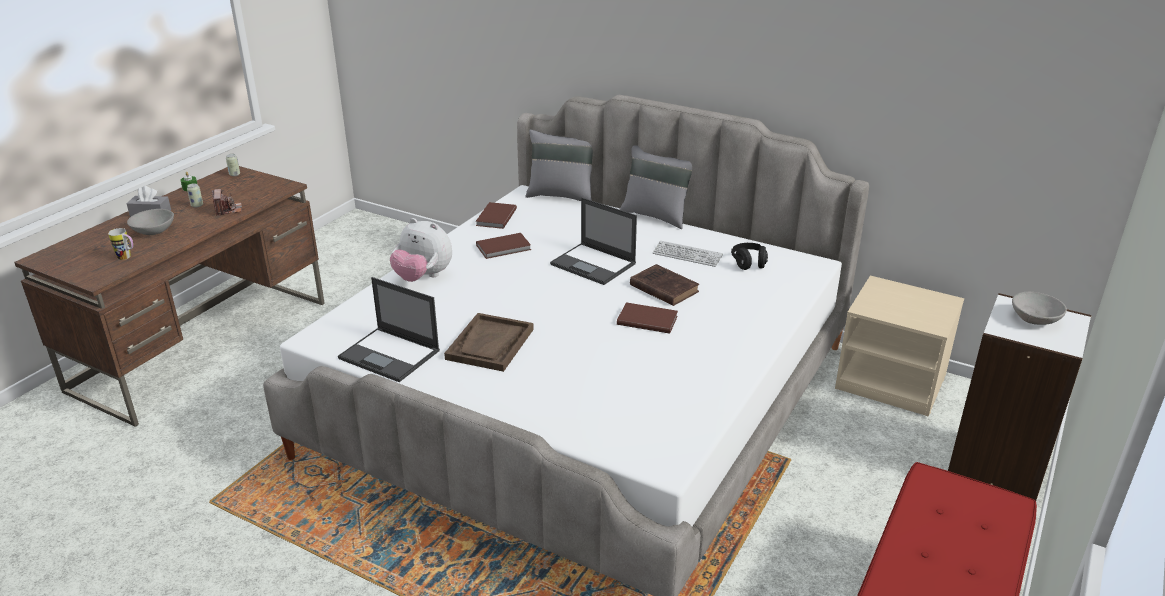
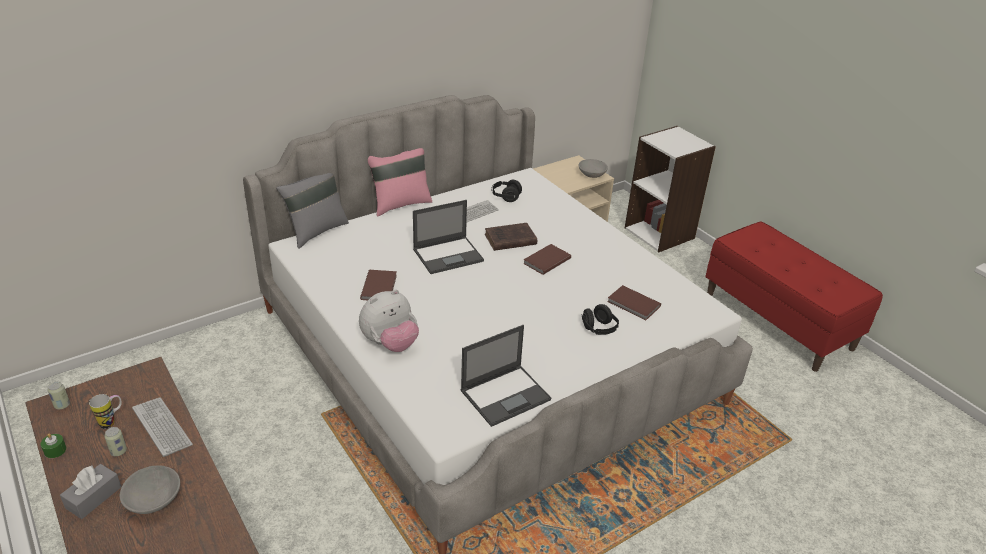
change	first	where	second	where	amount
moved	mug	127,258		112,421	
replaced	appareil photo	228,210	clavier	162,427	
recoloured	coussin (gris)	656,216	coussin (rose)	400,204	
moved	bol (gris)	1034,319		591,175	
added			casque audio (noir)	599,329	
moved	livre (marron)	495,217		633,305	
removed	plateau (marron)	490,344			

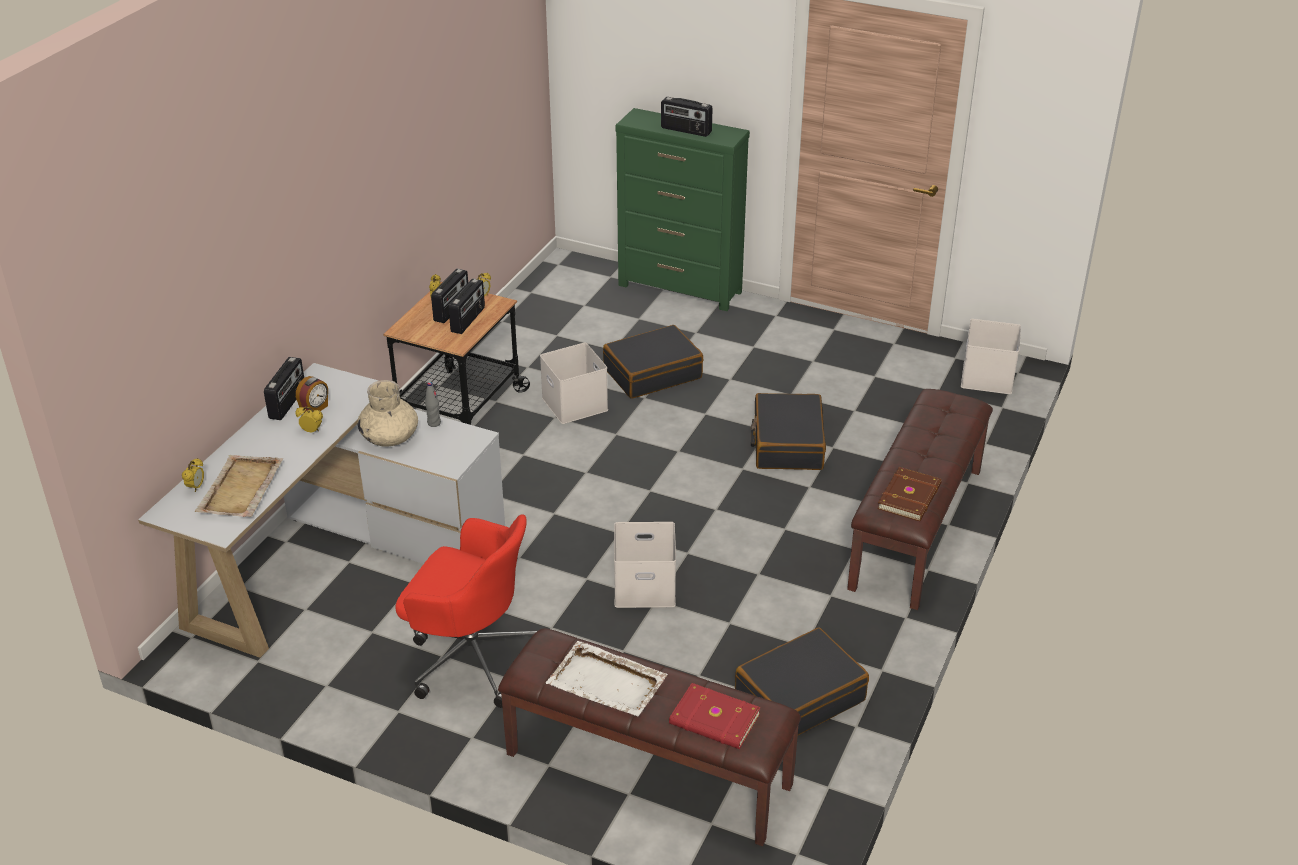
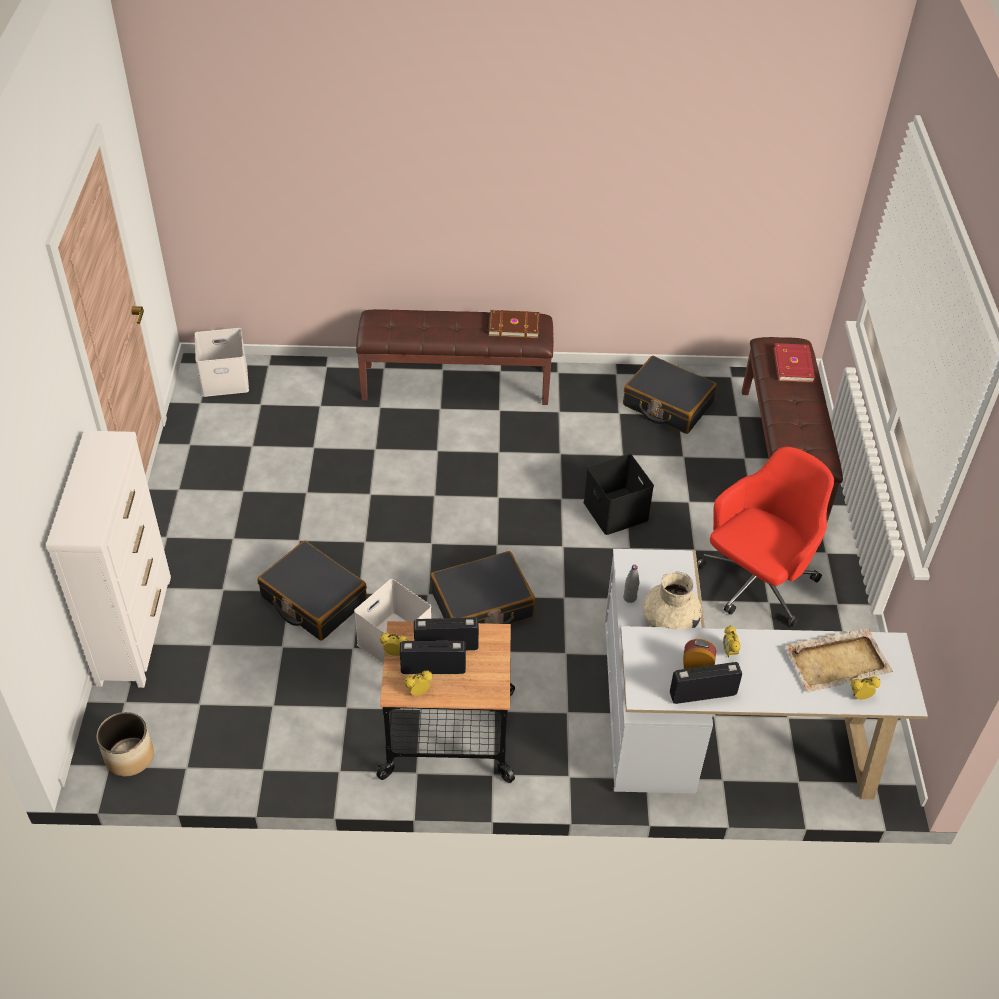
change	first	where	second	where	amount
recoloured	commode (vert)	680,289	commode (blanc)	135,628	
added			cache-pot	130,757	
moved	valise (noir)	787,443		482,605	
recoloured	boîte de rangement (blanc)	643,588	boîte de rangement (noir)	617,511	
turned	chaise de bureau (rouge)	472,656		756,584	45 degrees clockwise
removed	plateau (blanc)	607,682			
removed	radio	686,130			

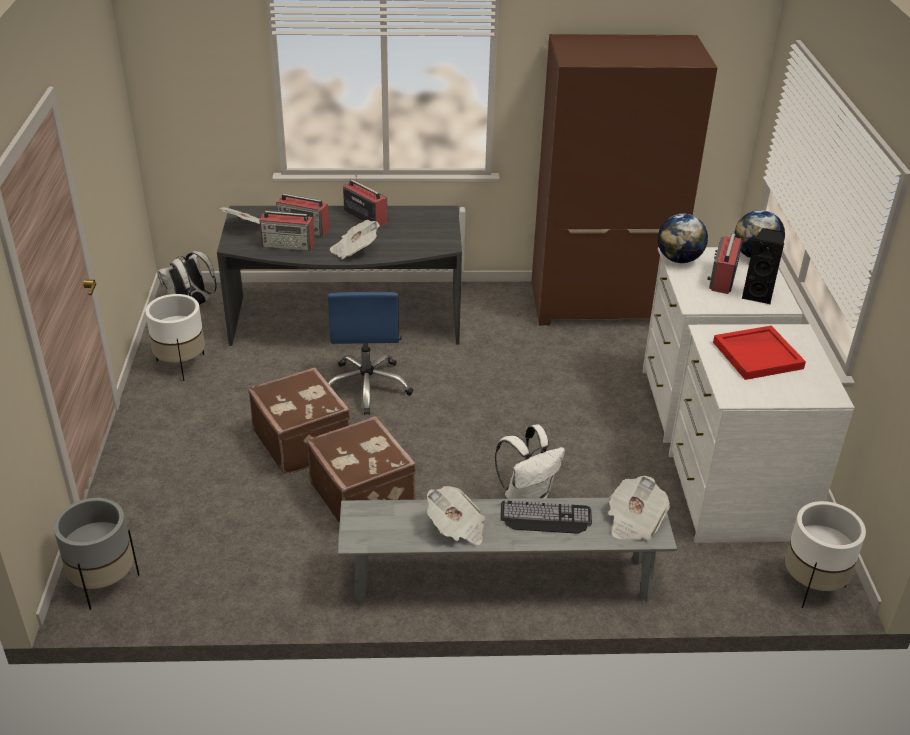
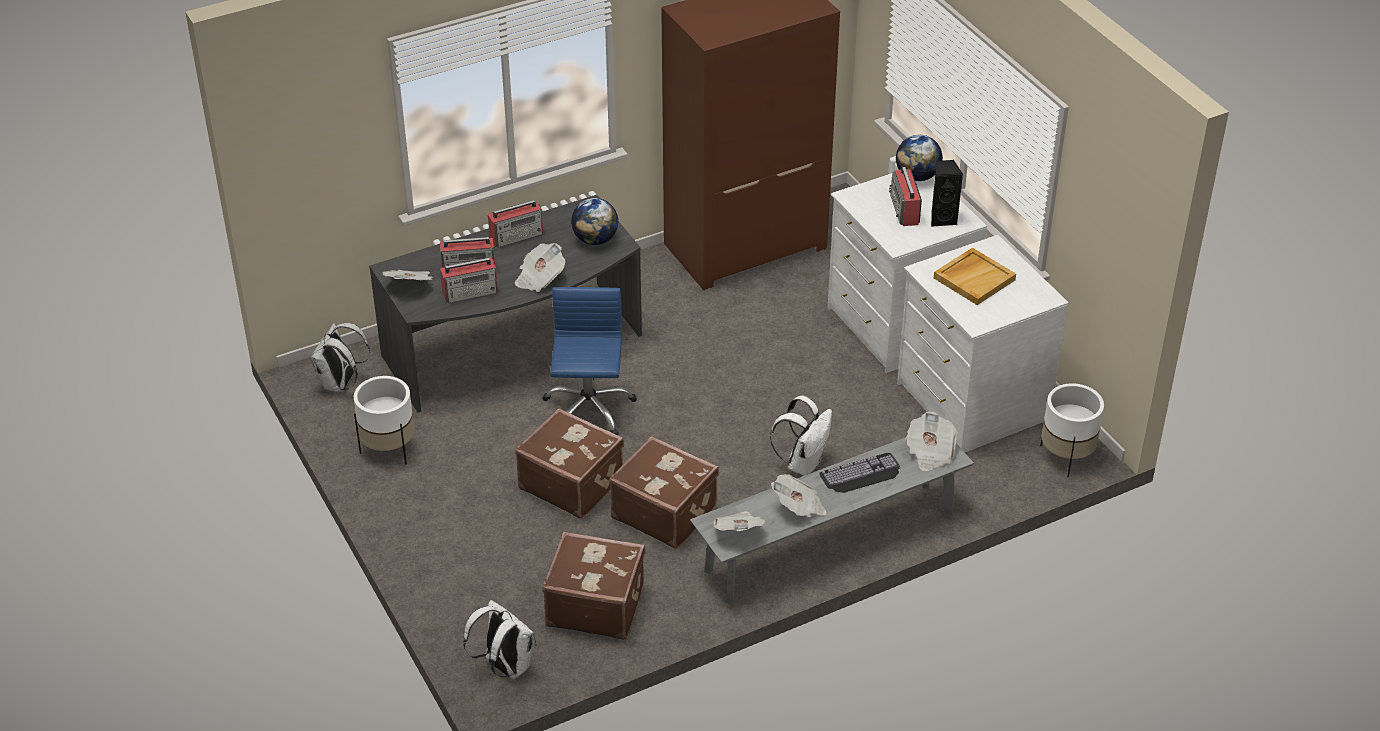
change	first	where	second	where	amount
replaced	cache-pot (gris)	104,583	sac à dos (blanc)	504,666	
turned	radio	365,216		517,236	135 degrees clockwise
turned	chaise de bureau (bleu)	367,386		588,409	150 degrees counterclockwise
added			valise (marron)	595,605	
moved	globe	678,259		595,240	
added			journal	739,531	
recoloured	plateau (rouge)	757,355	plateau (beige)	974,278	

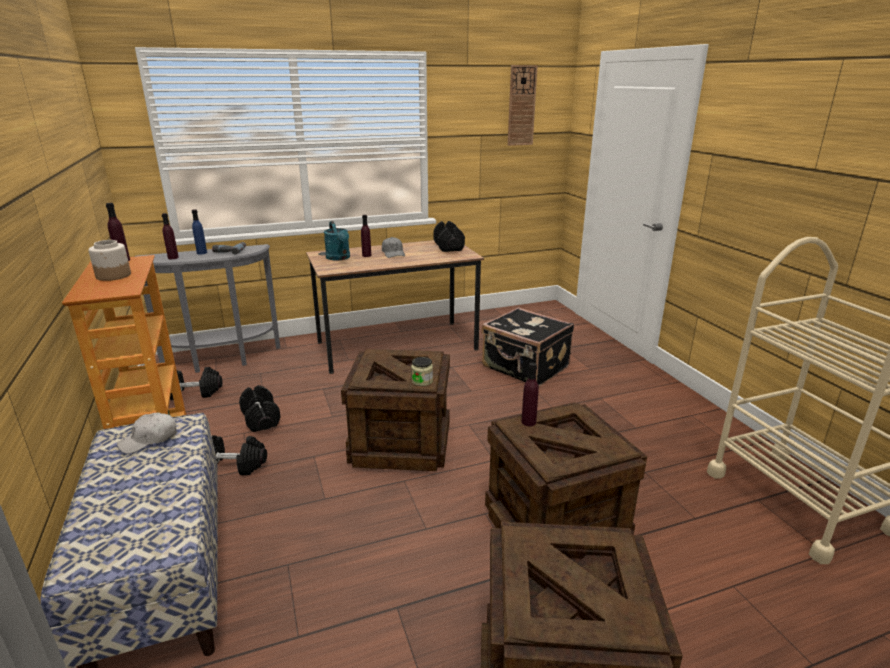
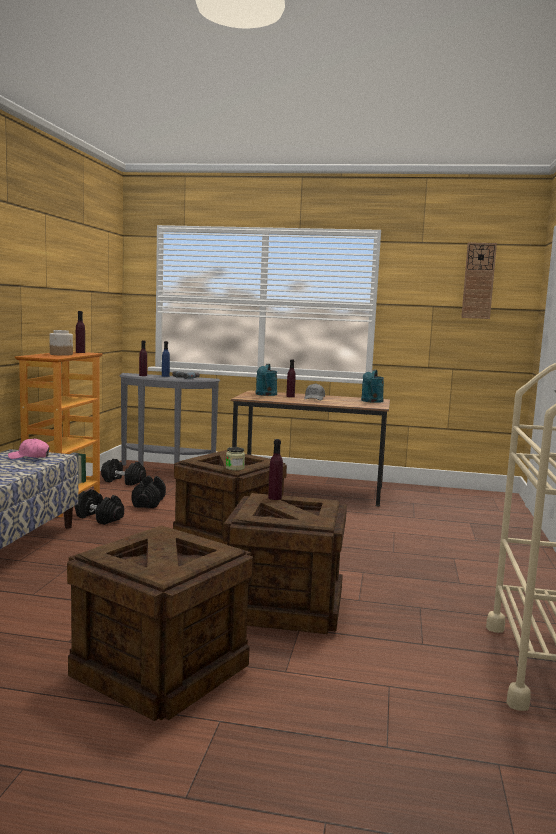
change	first	where	second	where	amount
recoloured	casquette (blanc)	149,439	casquette (rose)	29,457	
replaced	haltère (noir)	449,247	arrosoir (turquoise)	371,401	
removed	valise (noir)	525,368			

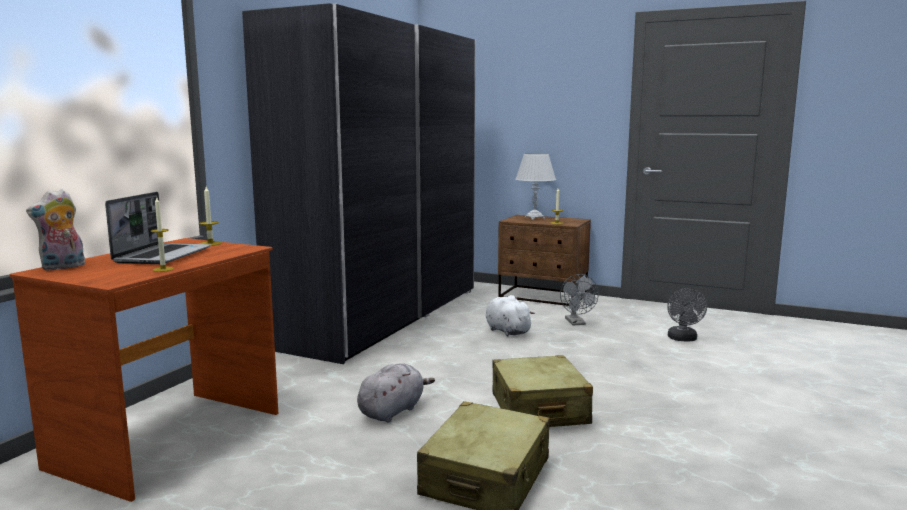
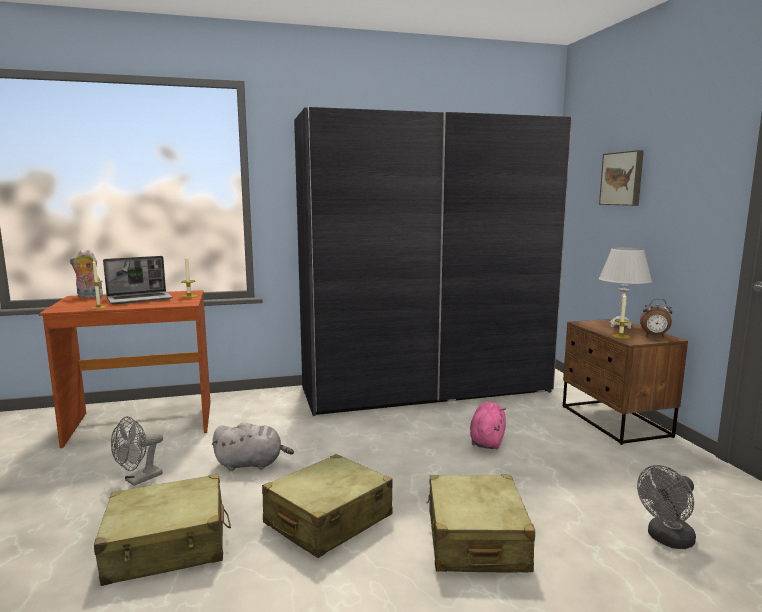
change	first	where	second	where	amount
moved	ventilateur (gris)	576,323		139,480	
added			valise (beige)	475,540	
recoloured	peluche (blanc)	506,331	peluche (rose)	487,440	
added			tableau	622,178	
added			réveil	654,336	

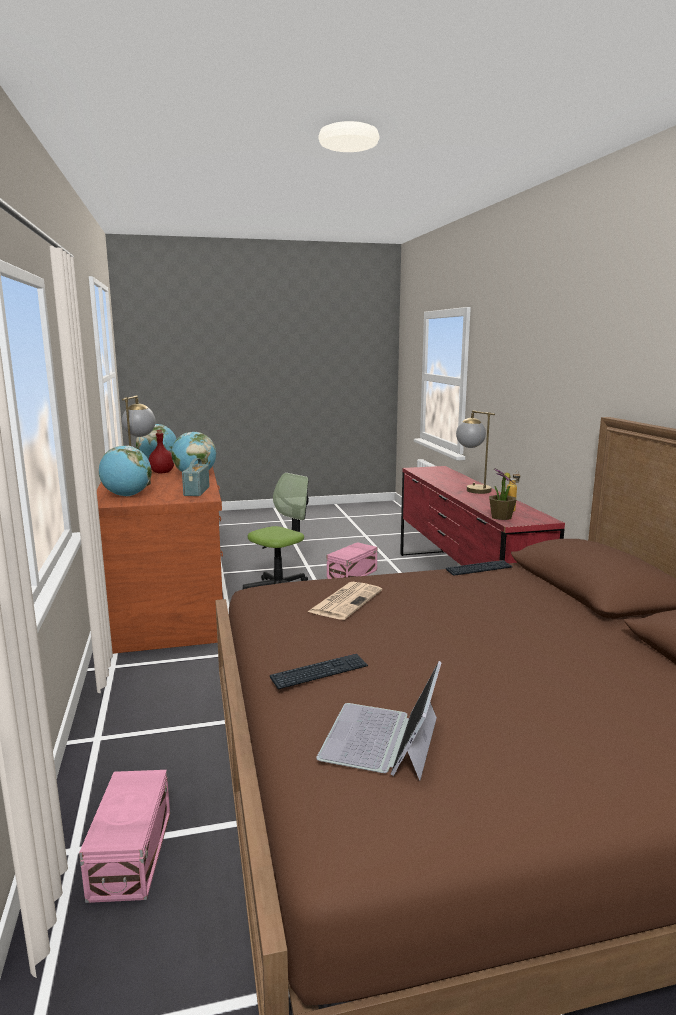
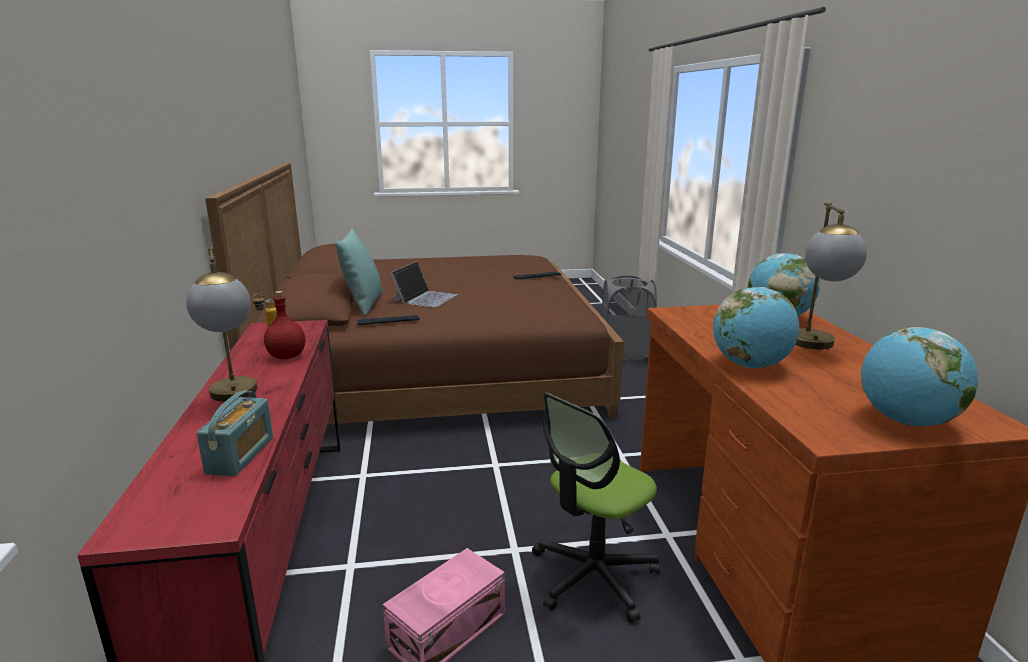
change	first	where	second	where	amount
moved	radio	196,491		240,455	
moved	bouteille (rouge)	161,472		287,356	
added			coussin (turquoise)	363,304	
moved	ordinateur portable	381,739		425,298	
replaced	boîte de rangement (rose)	129,855	panier à linge (gris)	625,353	
removed	journal	346,601			
removed	plante en pot	501,517			

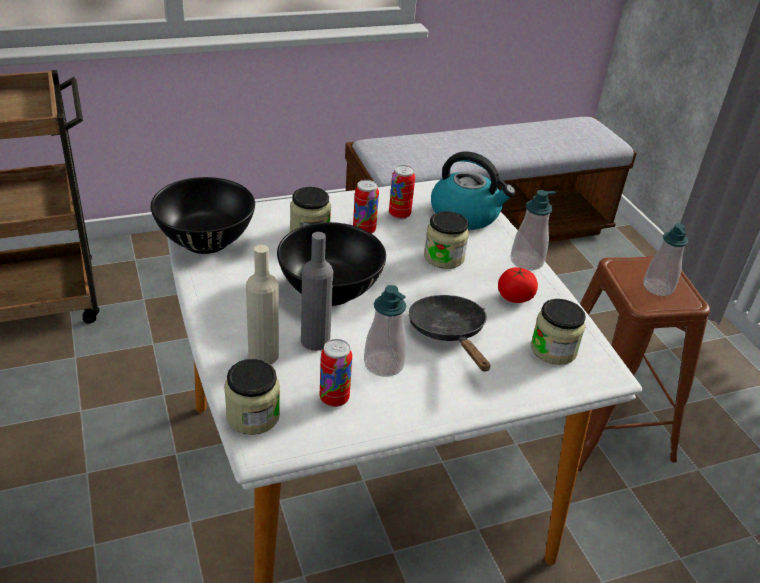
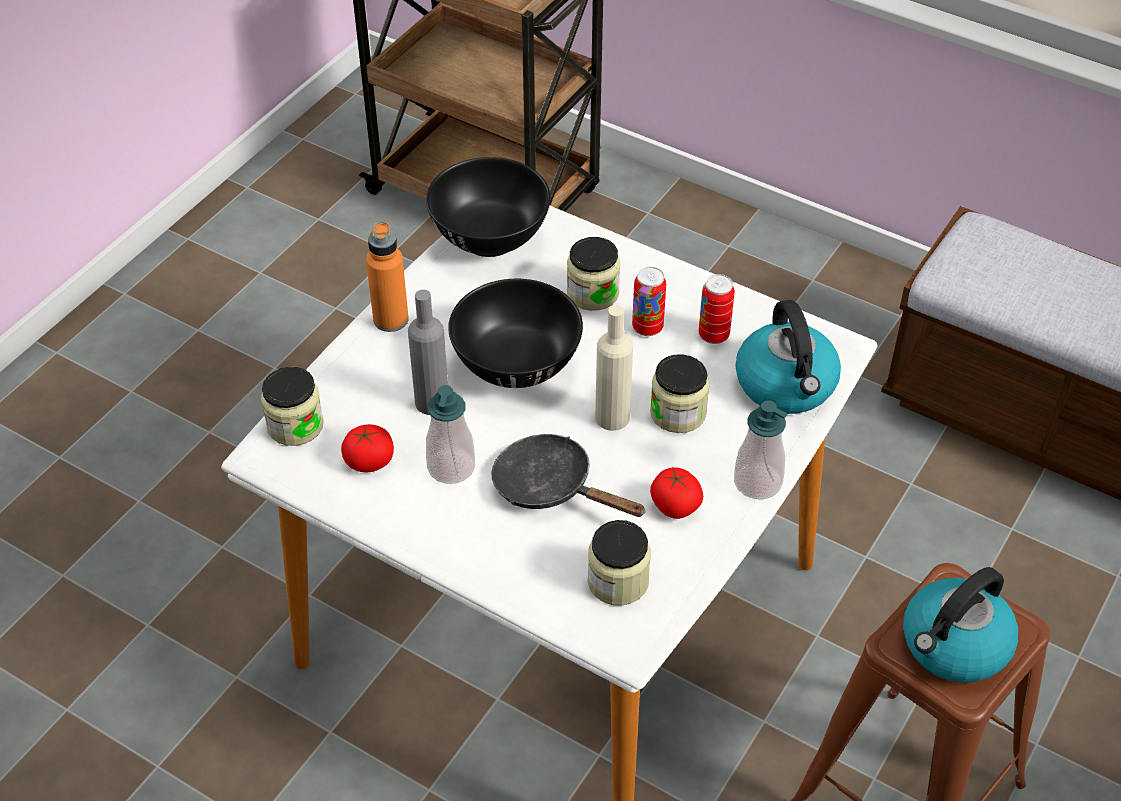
change	first	where	second	where	amount
replaced	boîte métallique	334,398	tomate	369,462	
added			bouteille (orange)	391,319	
turned	poêle (noir)	449,333		551,487	90 degrees counterclockwise
moved	bouteille (beige)	263,355		612,417	
replaced	distributeur de savon	658,287	bouilloire	954,646	

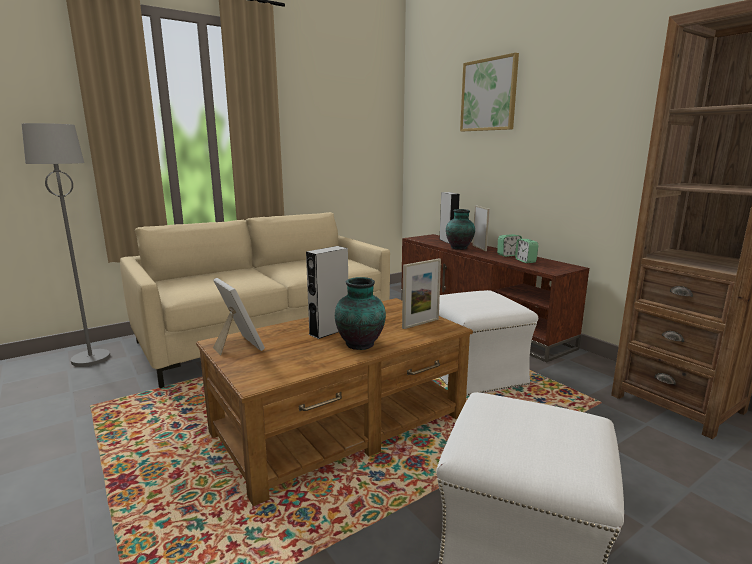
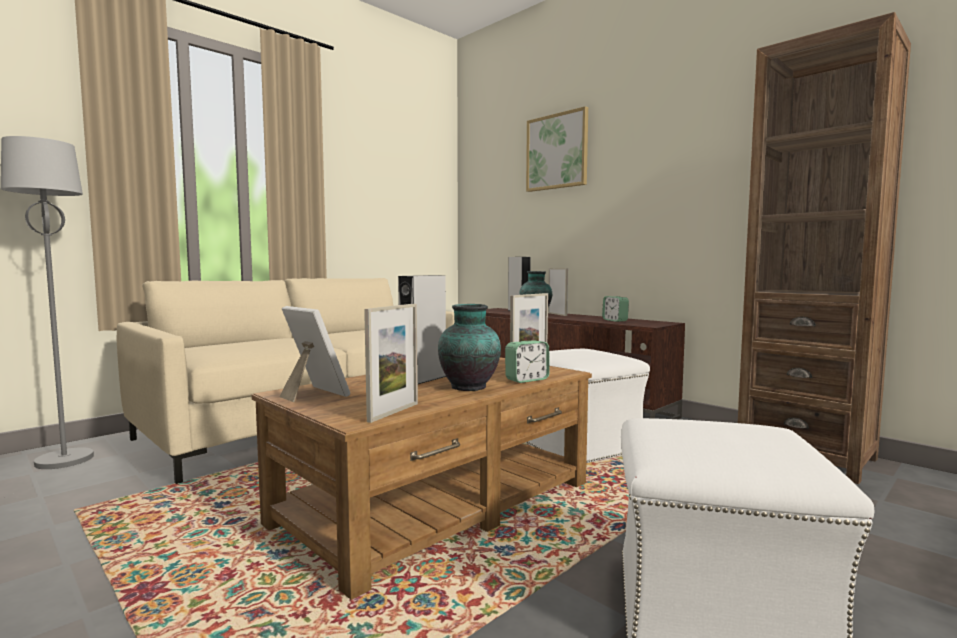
change	first	where	second	where	amount
added			cadre photo	393,412	
moved	réveil	508,255		527,379	

